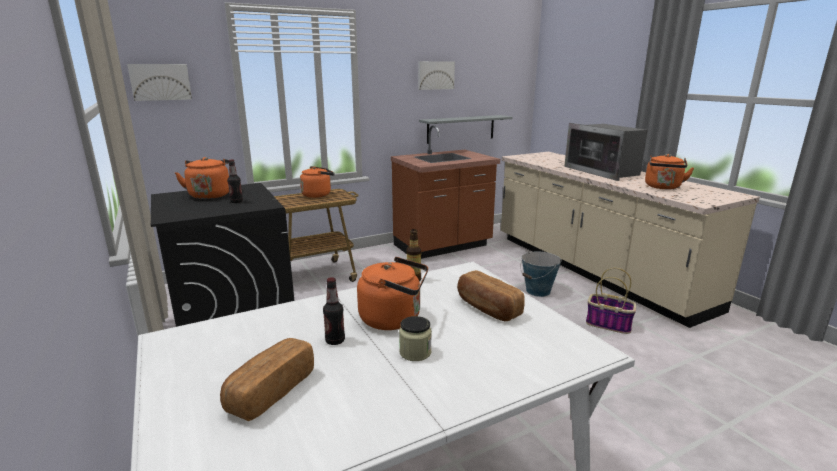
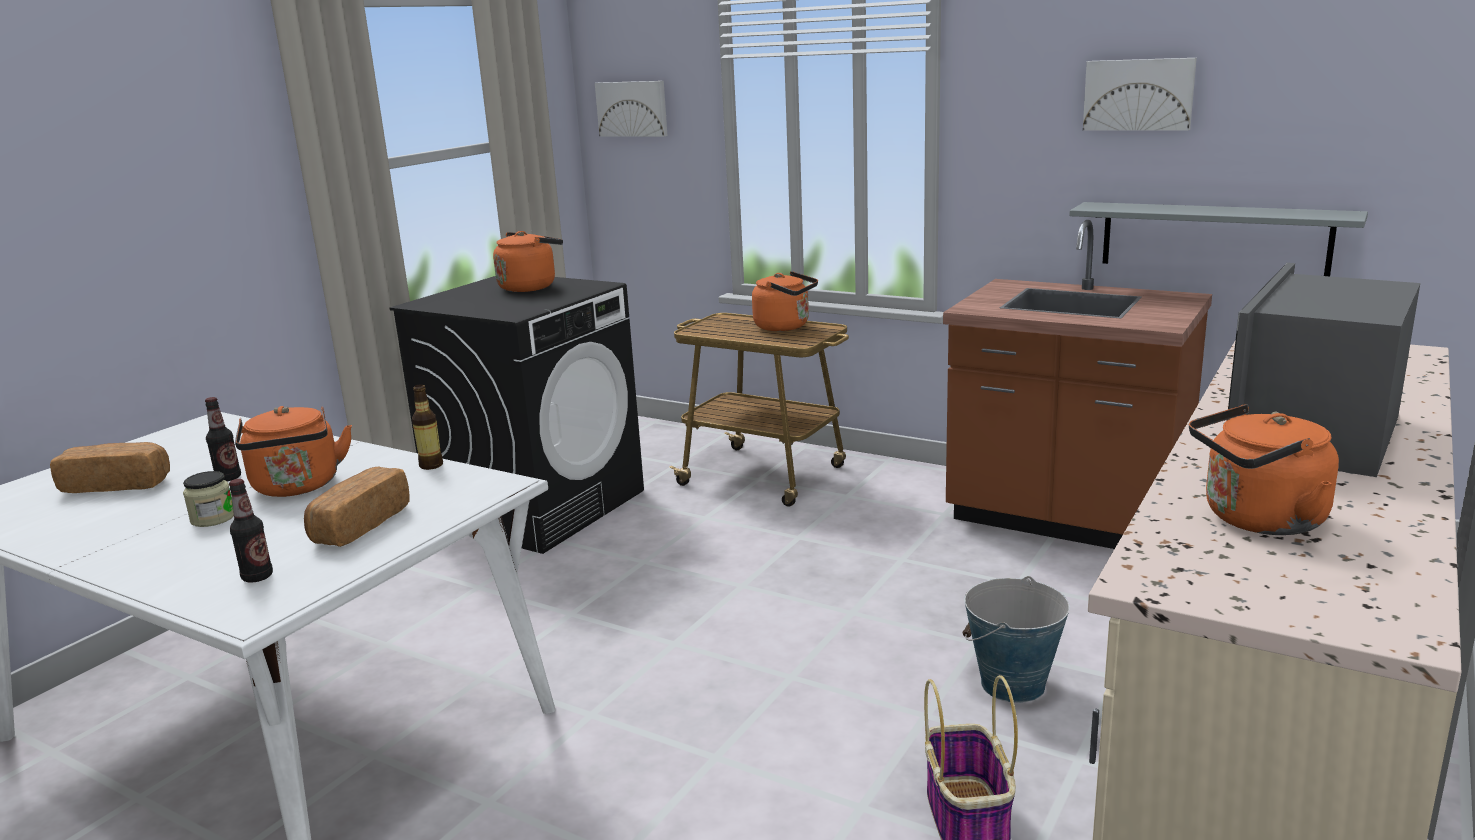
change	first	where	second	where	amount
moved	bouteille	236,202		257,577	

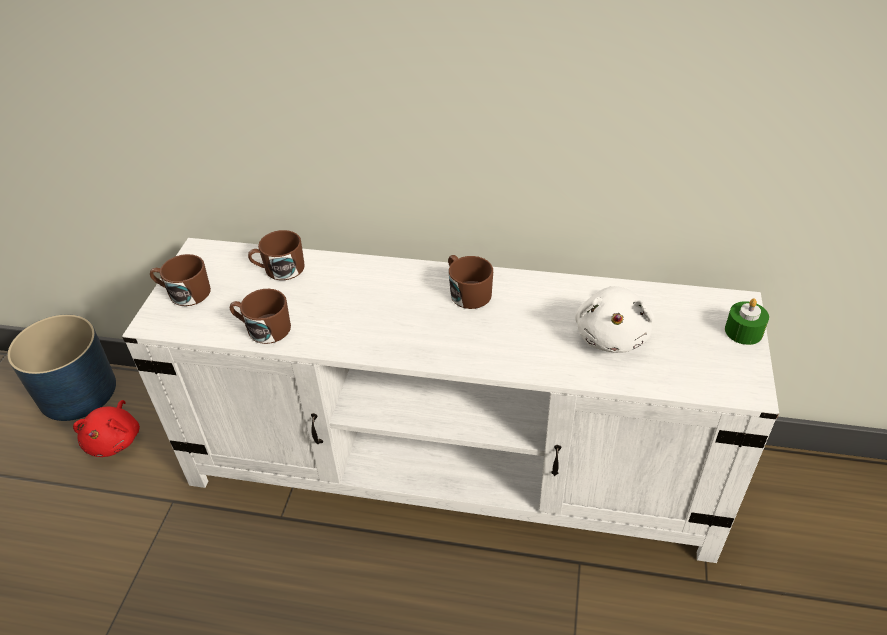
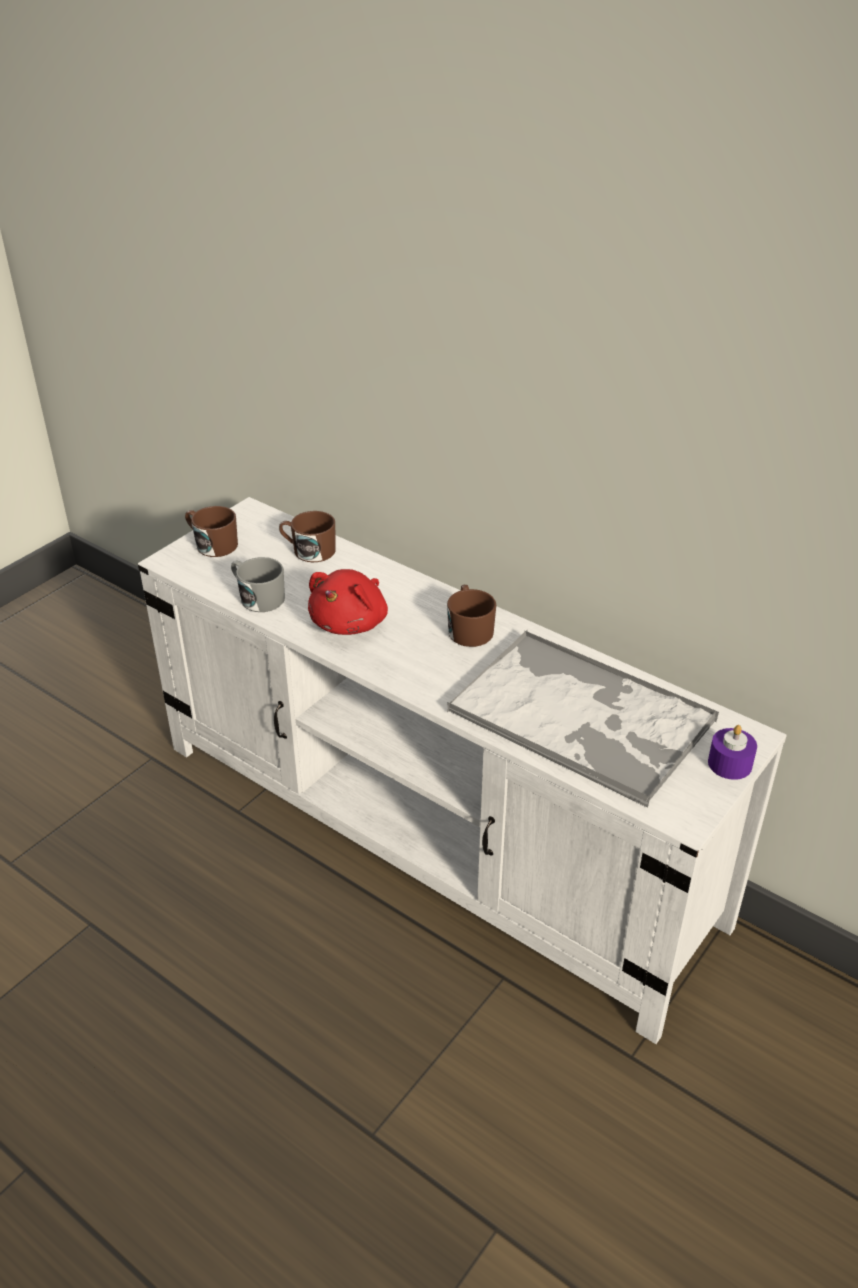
change	first	where	second	where	amount
recoloured	mug (marron)	263,328	mug (gris)	258,597	
moved	peluche (rouge)	115,440		351,622	
replaced	peluche (blanc)	612,335	plateau	583,717	
recoloured	bougie (vert)	743,331	bougie (violet)	729,764	
removed	cache-pot (bleu)	78,392			

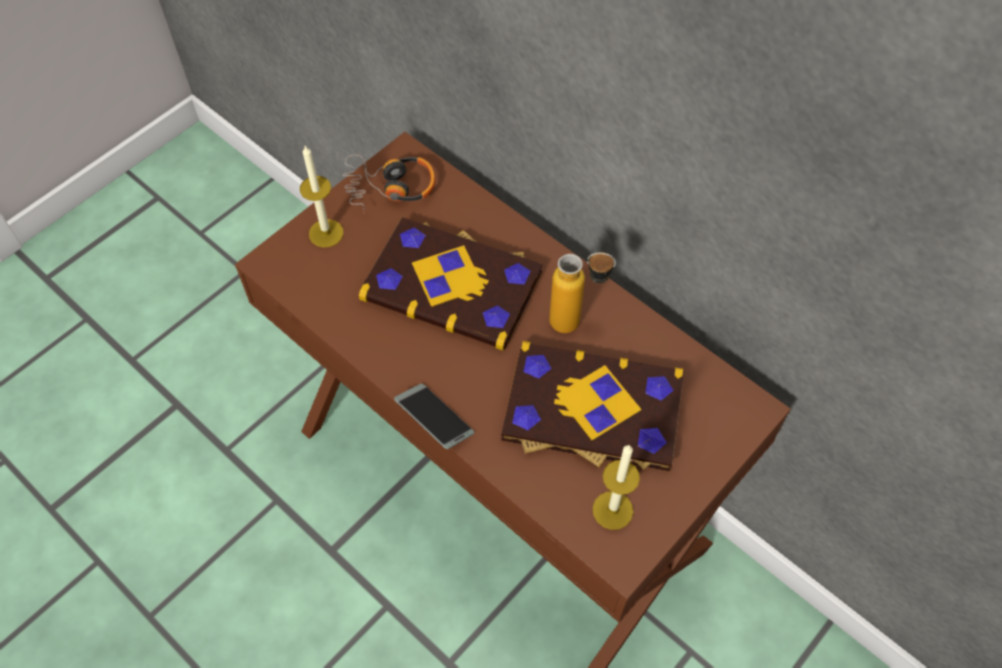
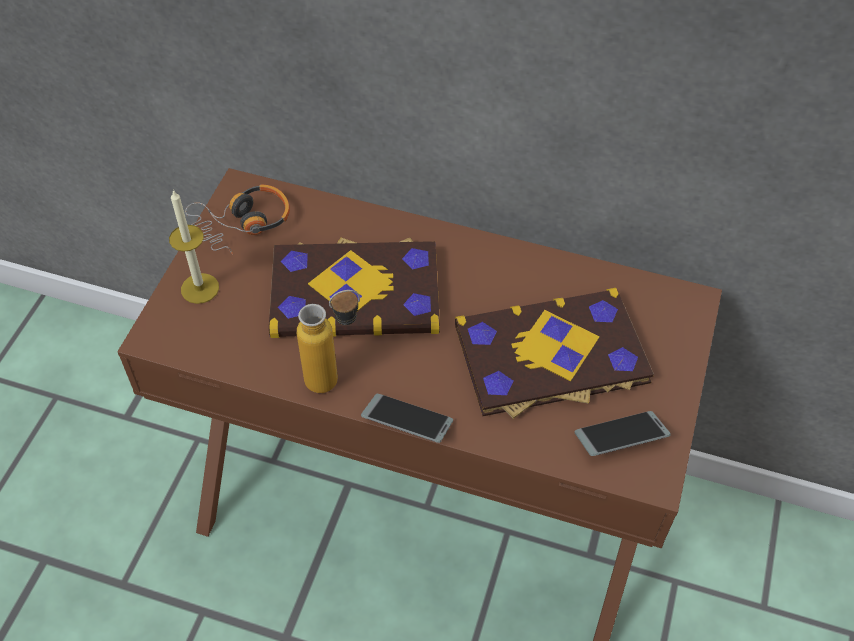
change	first	where	second	where	amount
moved	bouteille	577,323		335,377	
replaced	bougie	612,510	téléphone	620,438	

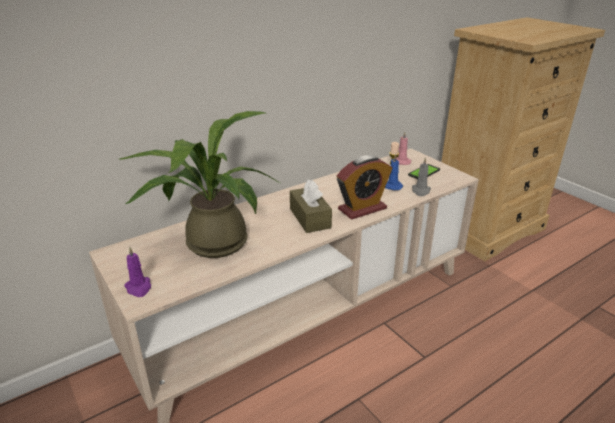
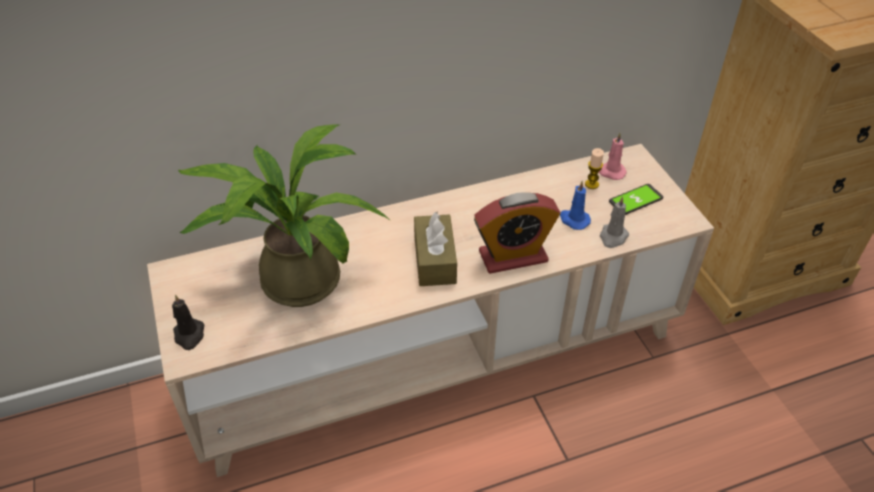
change	first	where	second	where	amount
recoloured	bougie (violet)	139,288	bougie (noir)	189,335	

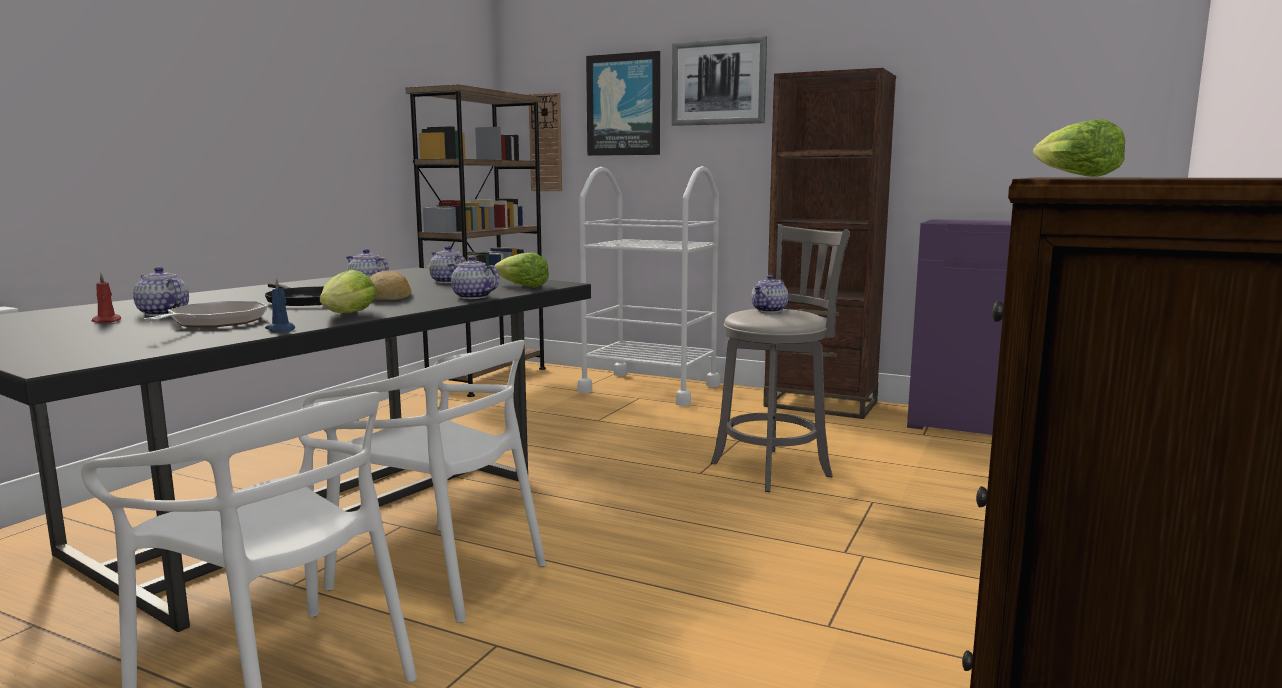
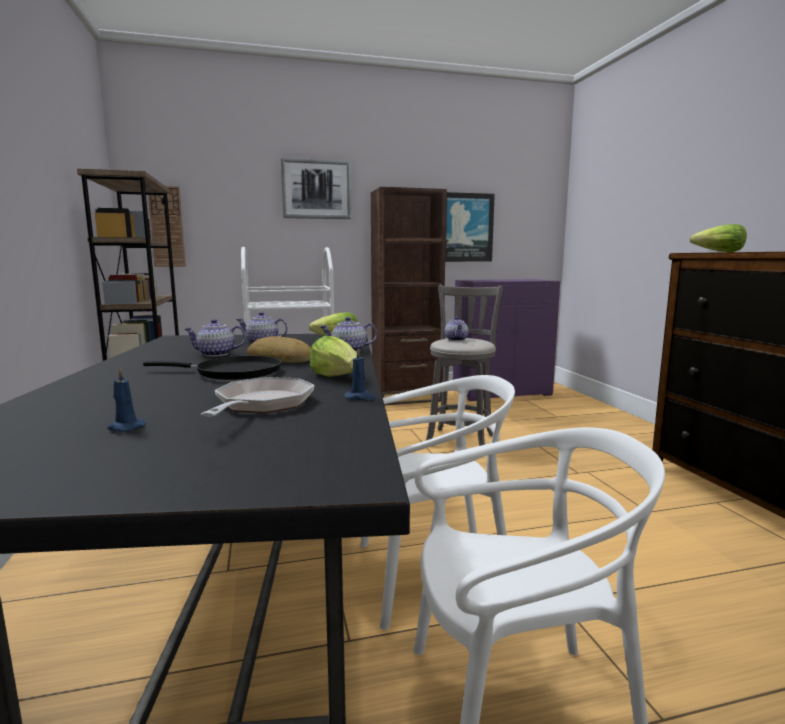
change	first	where	second	where	amount
recoloured	bougie (rouge)	107,321	bougie (bleu)	125,427	
turned	poêle	213,323		261,405	45 degrees clockwise
moved	tableau	624,105		466,227	
removed	théière	163,313			

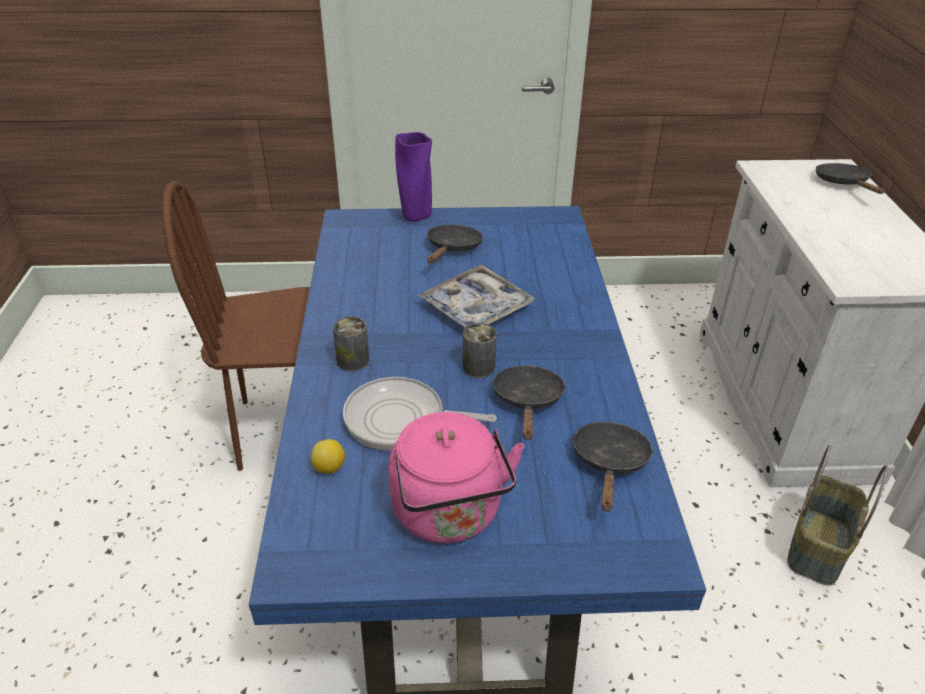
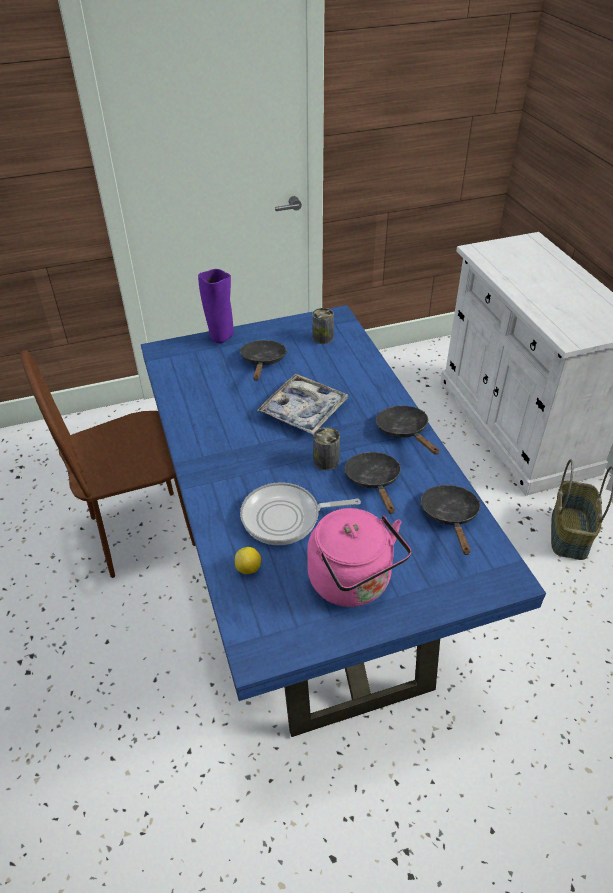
change	first	where	second	where	amount
moved	boîte métallique	353,360		323,338	
moved	poêle (noir)	843,183		404,431	

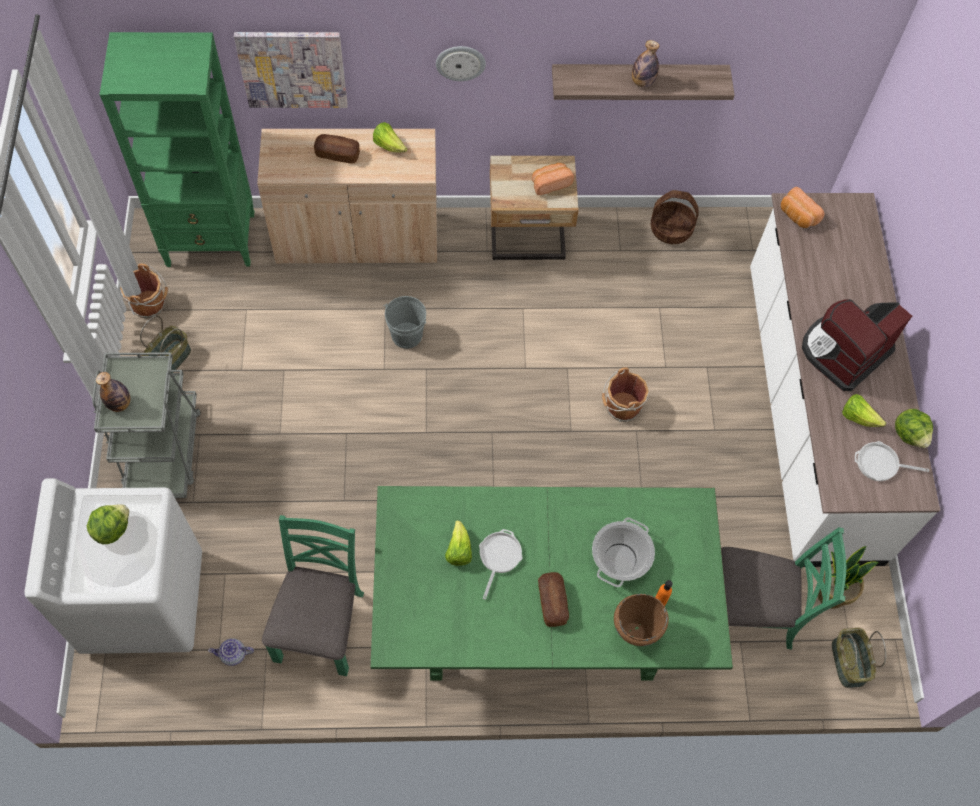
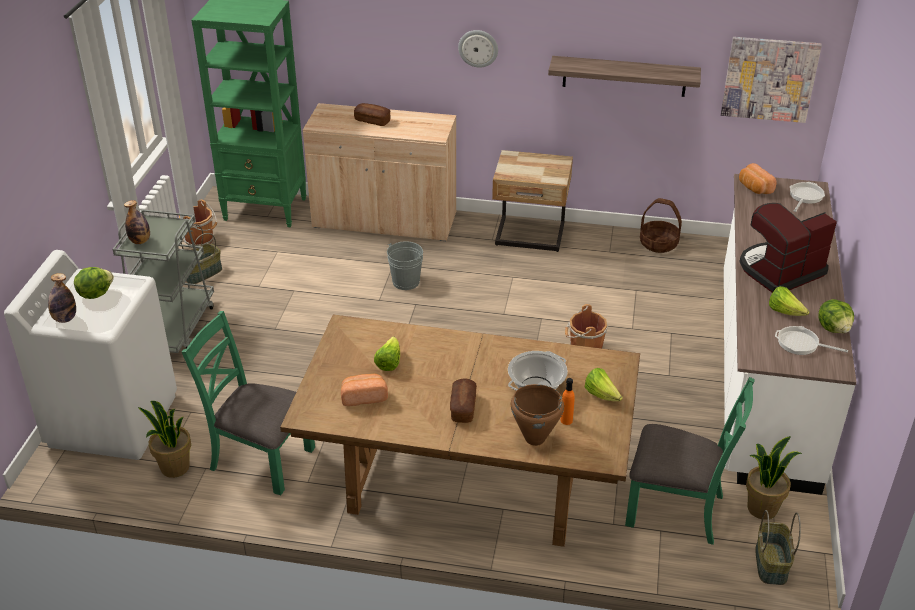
change	first	where	second	where	amount
moved	bouteille	642,82		65,319	
replaced	théière	233,655	plante en pot	174,468	
turned	chaise (vert)	321,625		261,459	90 degrees counterclockwise
recoloured	table à manger (vert)	538,617	table à manger (marron)	464,482	
moved	pain	550,183		363,397	
moved	laitue	389,146		601,395	
moved	tableau	293,68		769,79	
moved	poêle	499,557		805,196	

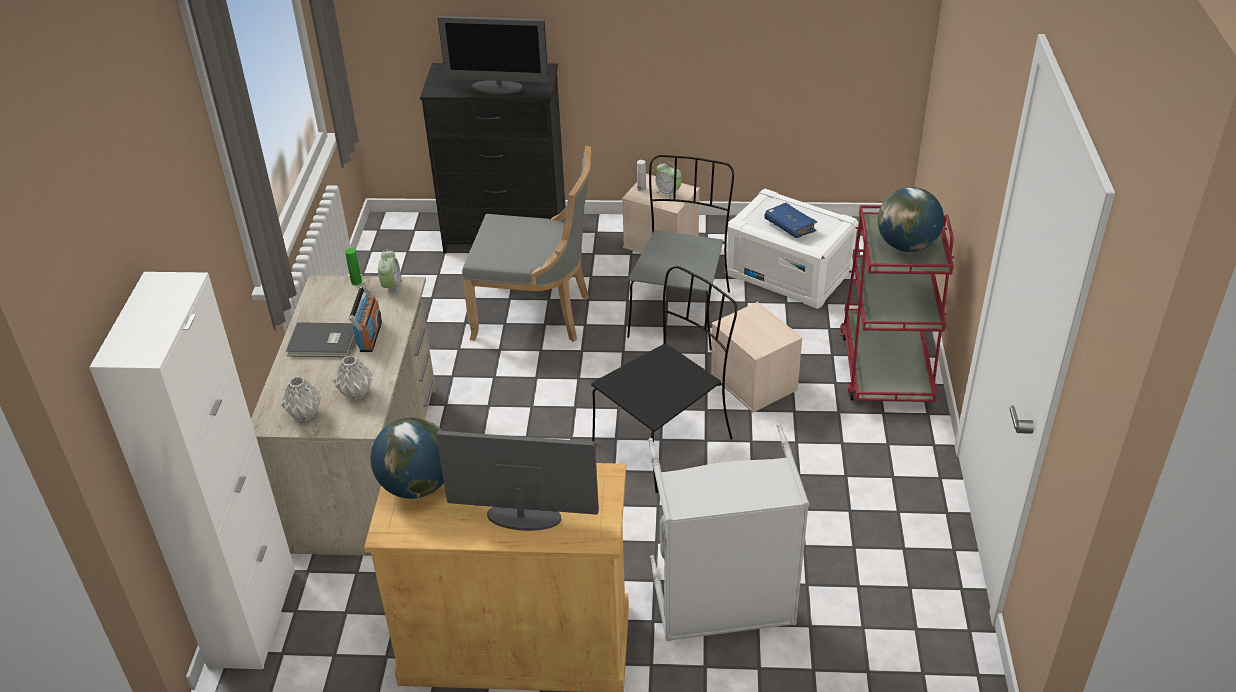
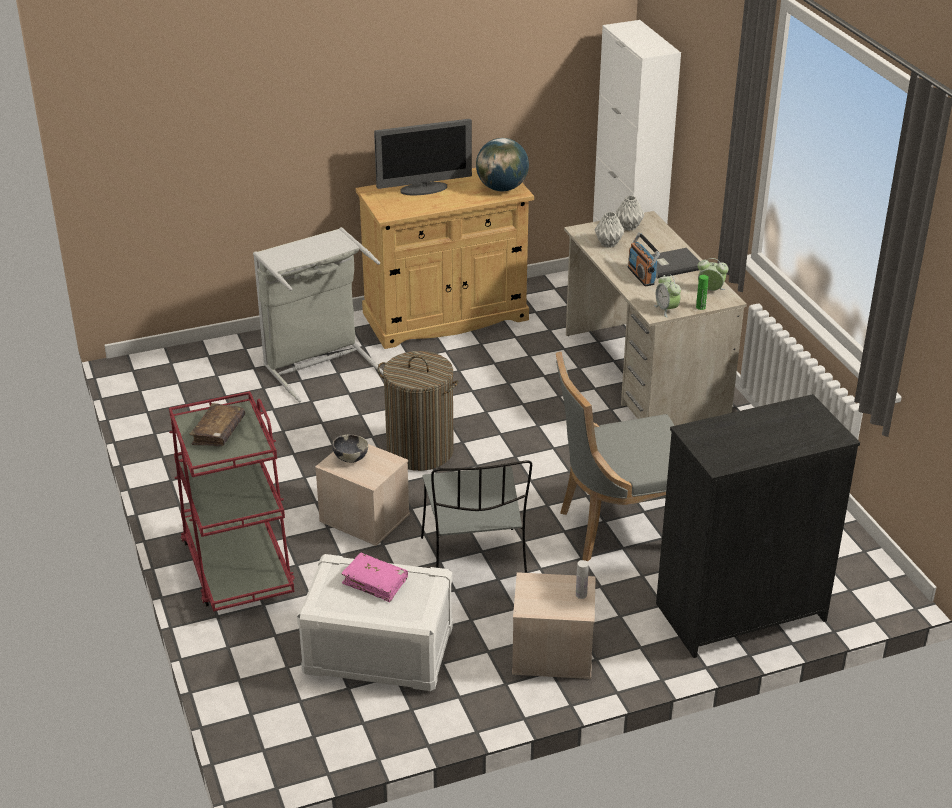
change	first	where	second	where	amount
replaced	globe	907,245	livre (marron)	218,432	
added			bol	350,458	
recoloured	livre (bleu)	790,226	livre (rose)	375,582	
replaced	chaise (noir)	665,439	panier à linge	420,451	
moved	réveil	668,193		710,290	
removed	écran d'ordinateur	497,87			

